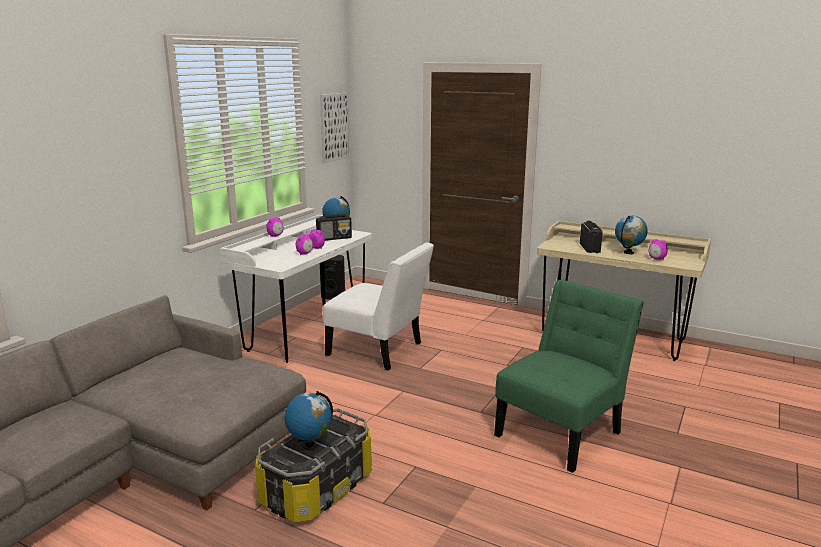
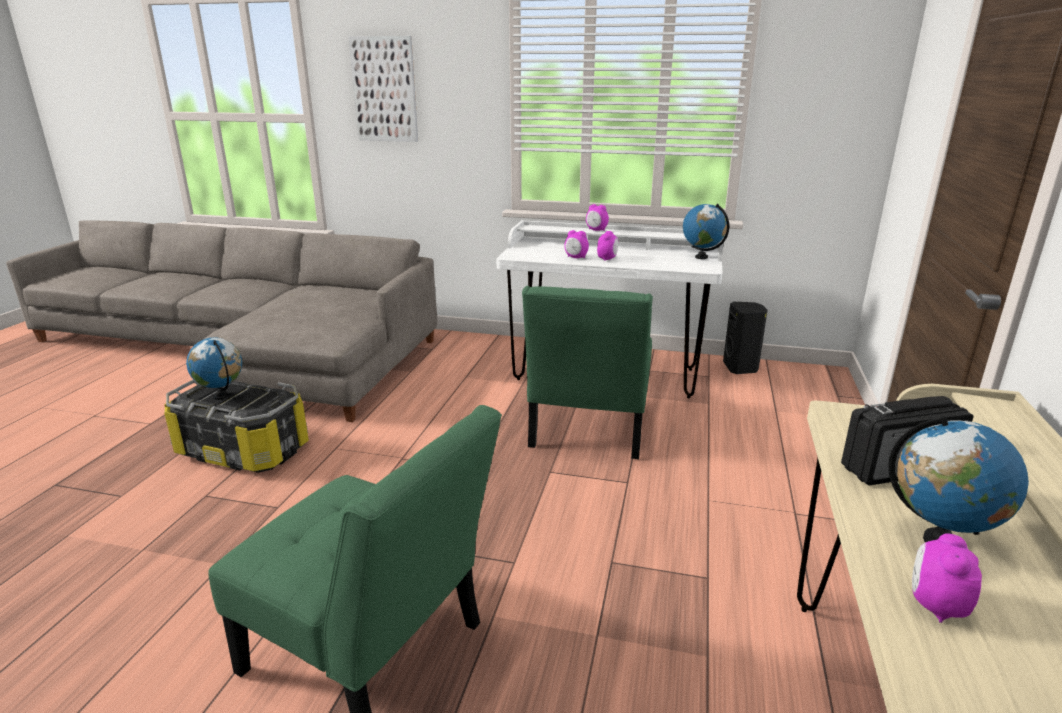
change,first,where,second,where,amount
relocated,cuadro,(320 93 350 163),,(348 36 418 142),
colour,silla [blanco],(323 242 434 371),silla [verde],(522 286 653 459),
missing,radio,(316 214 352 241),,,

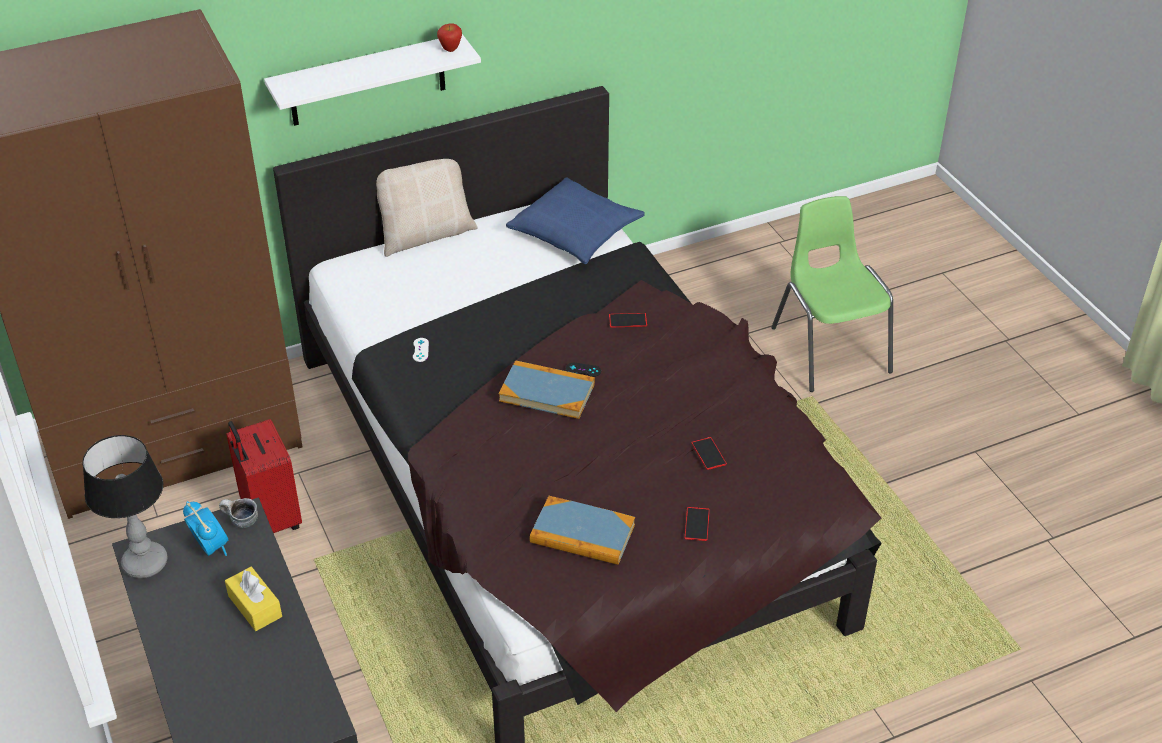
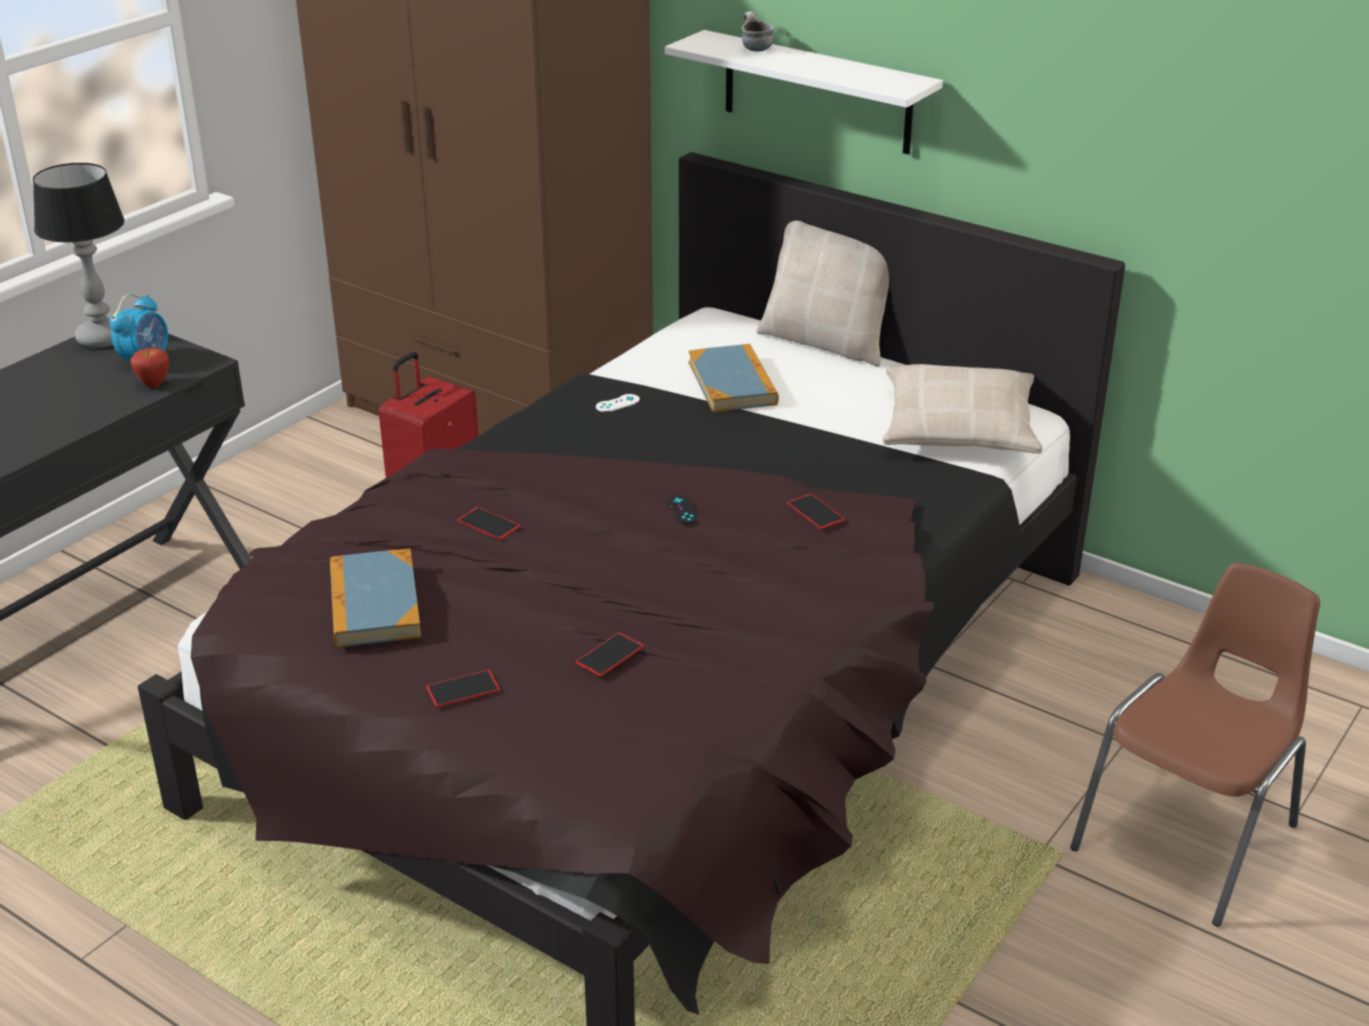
change,first,where,second,where,amount
relocated,manzana,(437 23 462 52),,(130 348 170 388),
appeared,,,móvil,(457 507 520 540),
relocated,libro,(499 360 595 419),,(688 344 779 412),
relocated,taza grande,(219 498 258 528),,(741 11 774 52),
colour,cojín [azul],(506 178 645 264),cojín [beis],(883 364 1042 454),
colour,silla [verde],(771 196 893 392),silla [marrón],(1070 563 1320 927),
missing,caja de pañuelos [amarillo],(225 567 282 631),,,

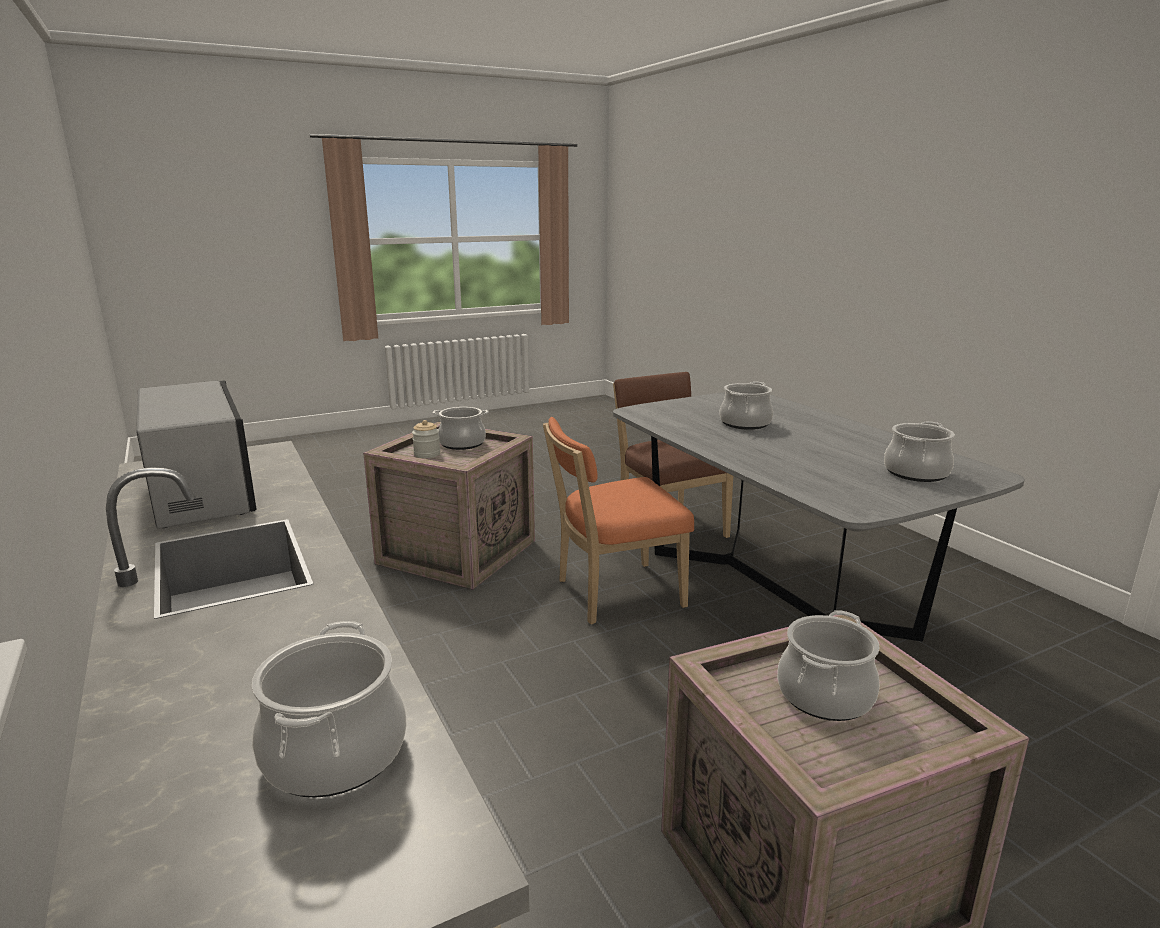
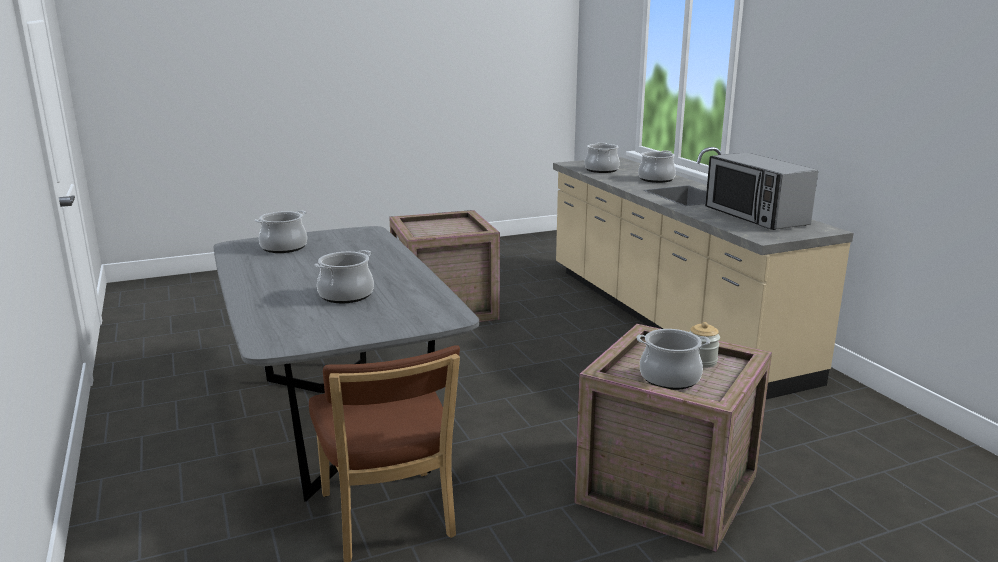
change,first,where,second,where,amount
relocated,olla,(777 610 880 721),,(638 150 676 183),
missing,silla [naranja],(543 417 694 625),,,

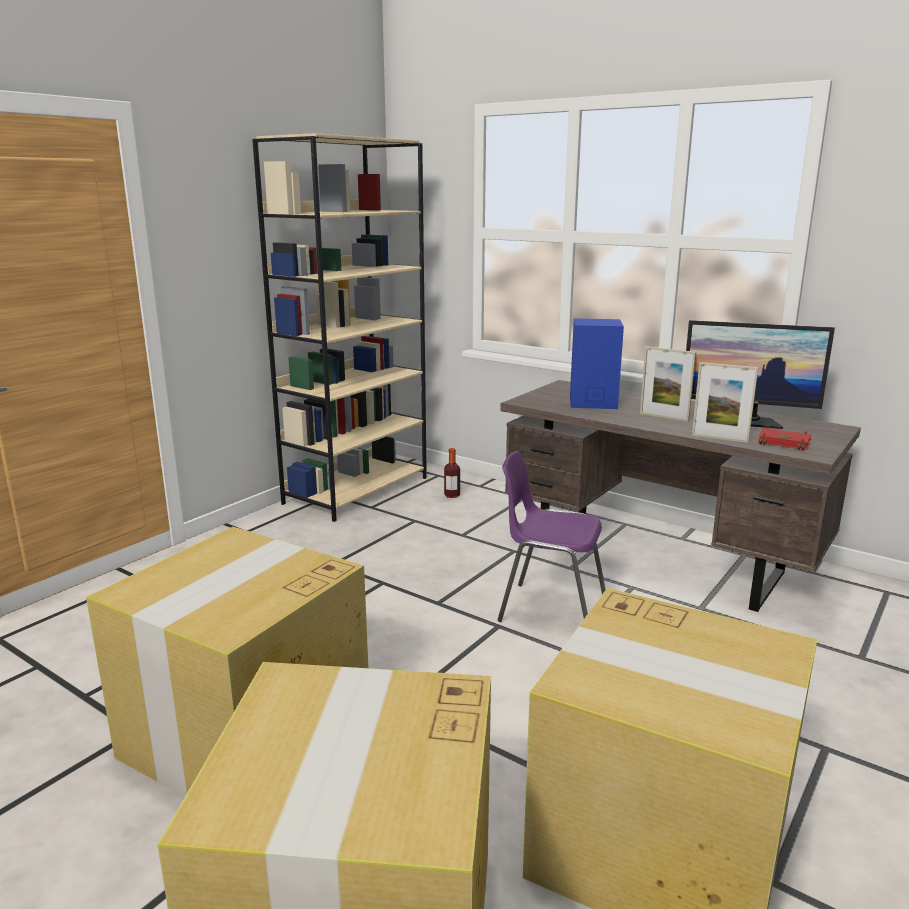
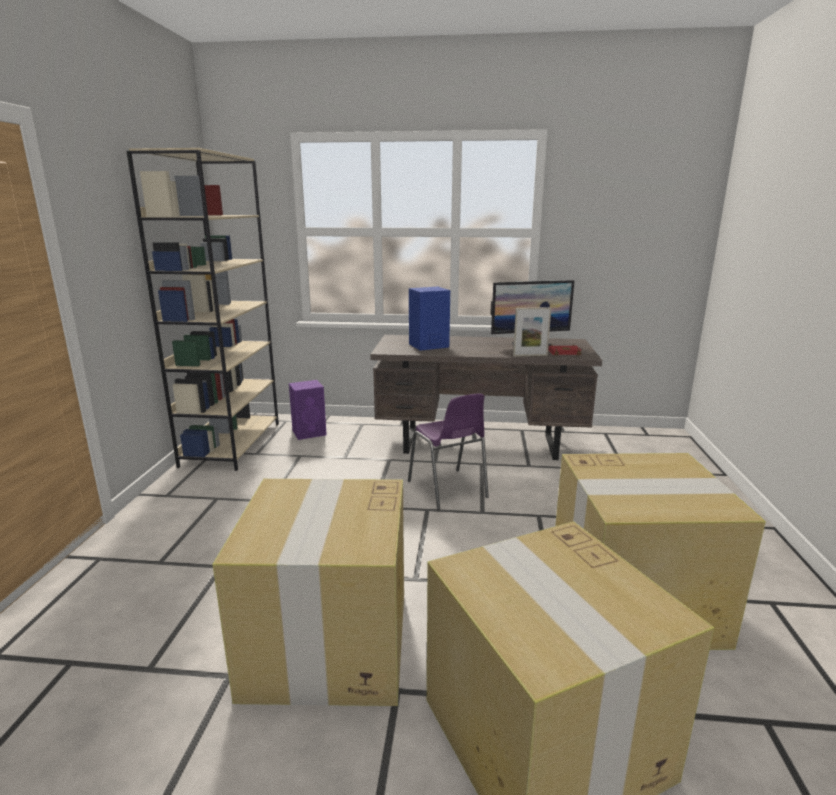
change,first,where,second,where,amount
exchanged,botella,(444 448 460 498),altavoz [morado],(289 380 327 440),
spun,silla [morado],(497 451 606 622),,(408 394 489 510),105 degrees counterclockwise
missing,portarretratos,(640 346 696 422),,,

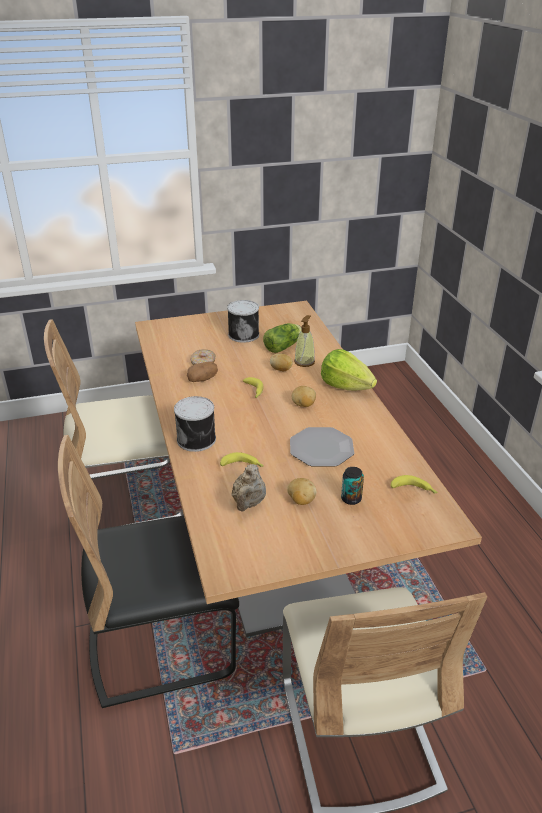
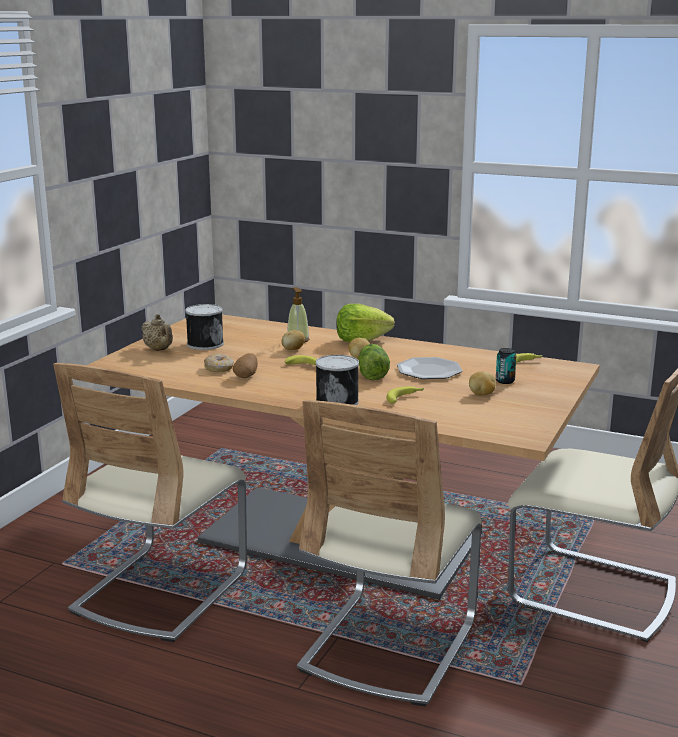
change,first,where,second,where,amount
relocated,tetera [beis],(231 464 266 511),,(142 314 173 351),
colour,silla [negro],(58 435 239 708),silla [beis],(297 400 482 707),
relocated,lechuga,(263 323 301 353),,(358 344 390 380),

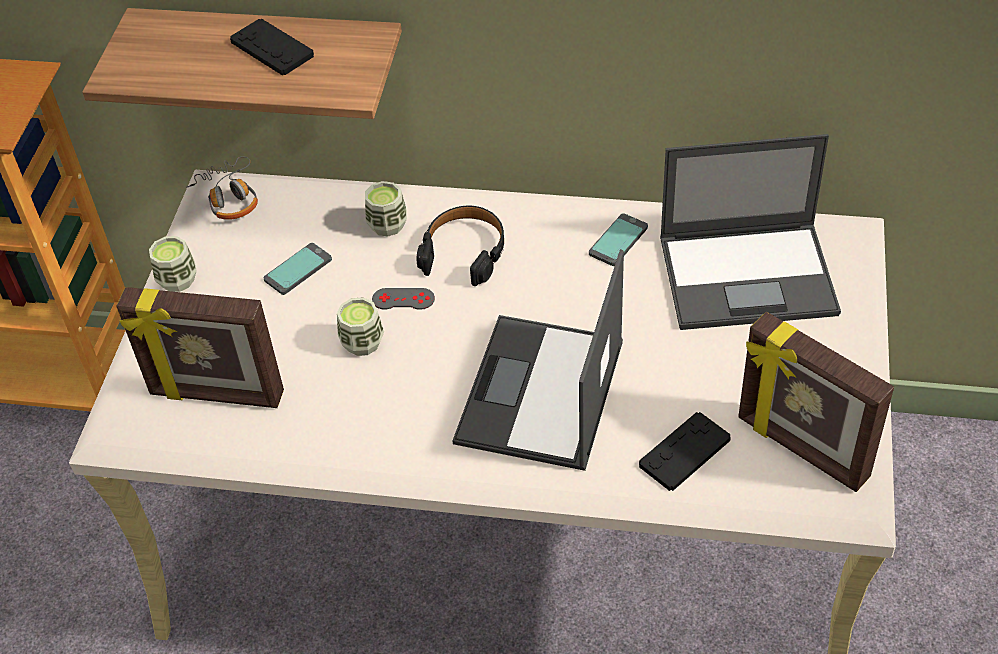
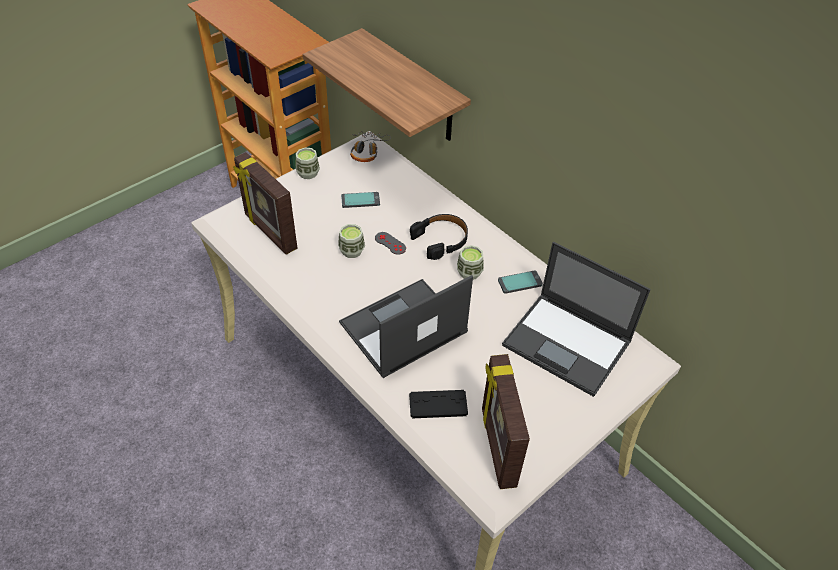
change,first,where,second,where,amount
relocated,taza,(365 181 407 237),,(457 245 484 280),
missing,mando de consola [negro],(230 19 314 75),,,

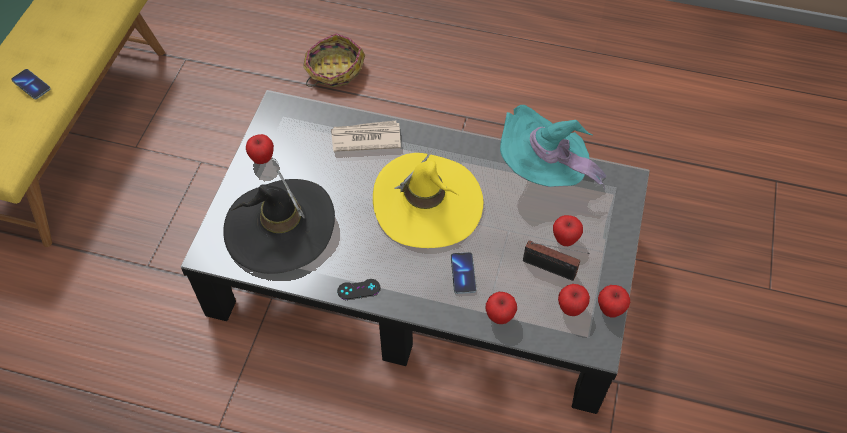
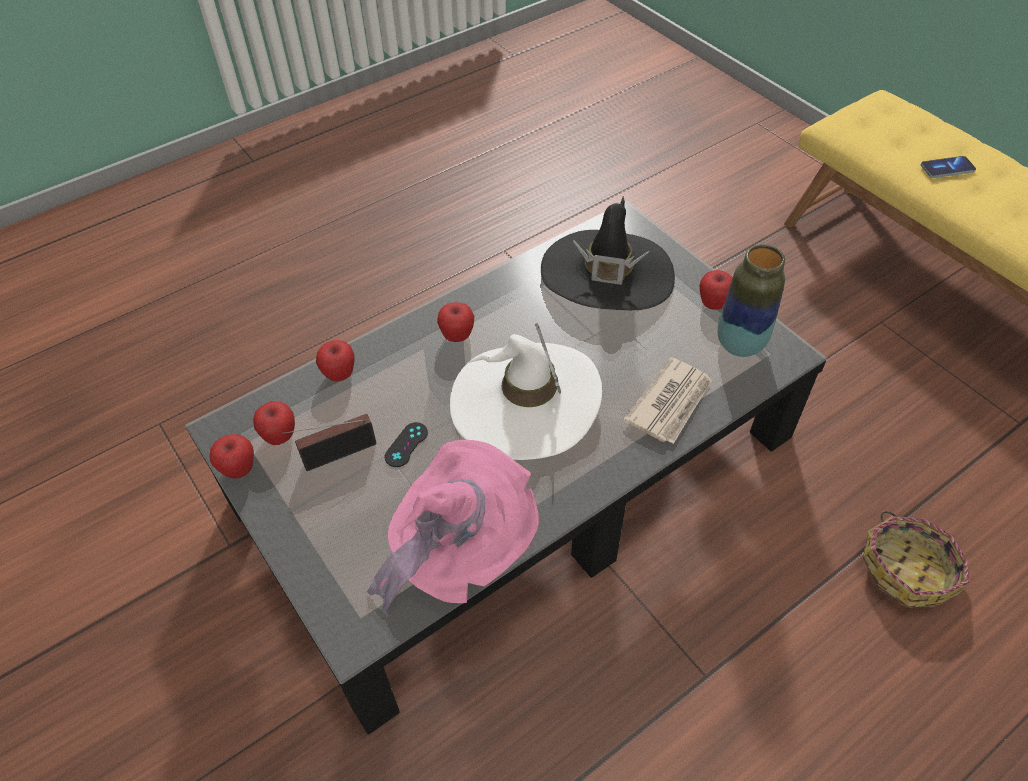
change,first,where,second,where,amount
colour,sombrero [turquesa],(500 105 606 190),sombrero [rosa],(367 440 539 614),
relocated,mando de consola [negro],(337 279 380 300),,(384 422 428 467),
relocated,manzana,(553 215 583 246),,(437 302 474 342),
colour,sombrero [amarillo],(373 149 483 248),sombrero [blanco],(450 323 602 460),
appeared,,,florero,(717 244 785 357),
missing,móvil,(451 252 477 294),,,

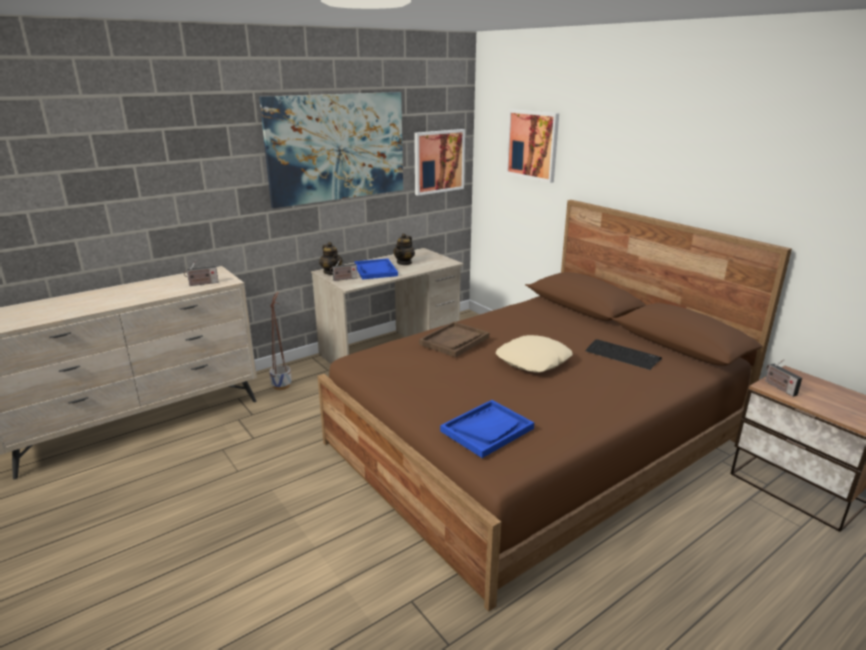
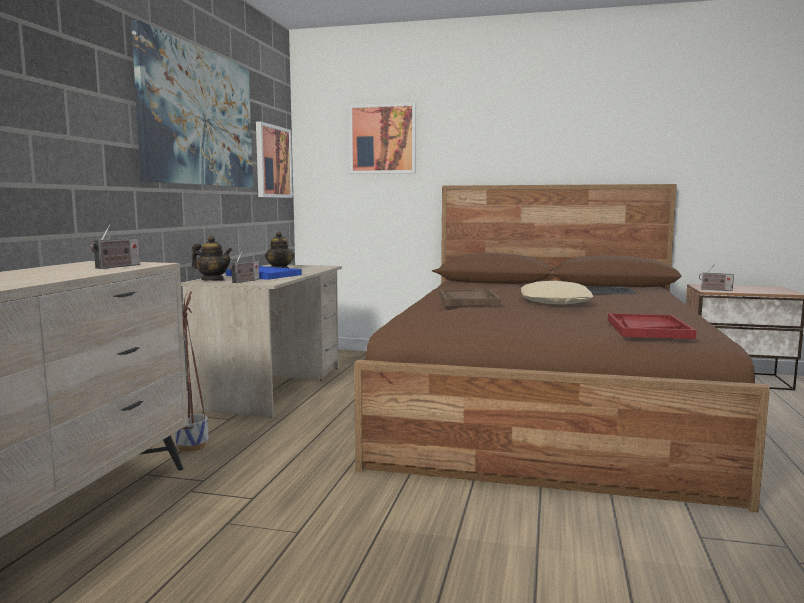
change,first,where,second,where,amount
colour,bandeja [azul],(440 400 534 458),bandeja [rojo],(608 313 697 339),

